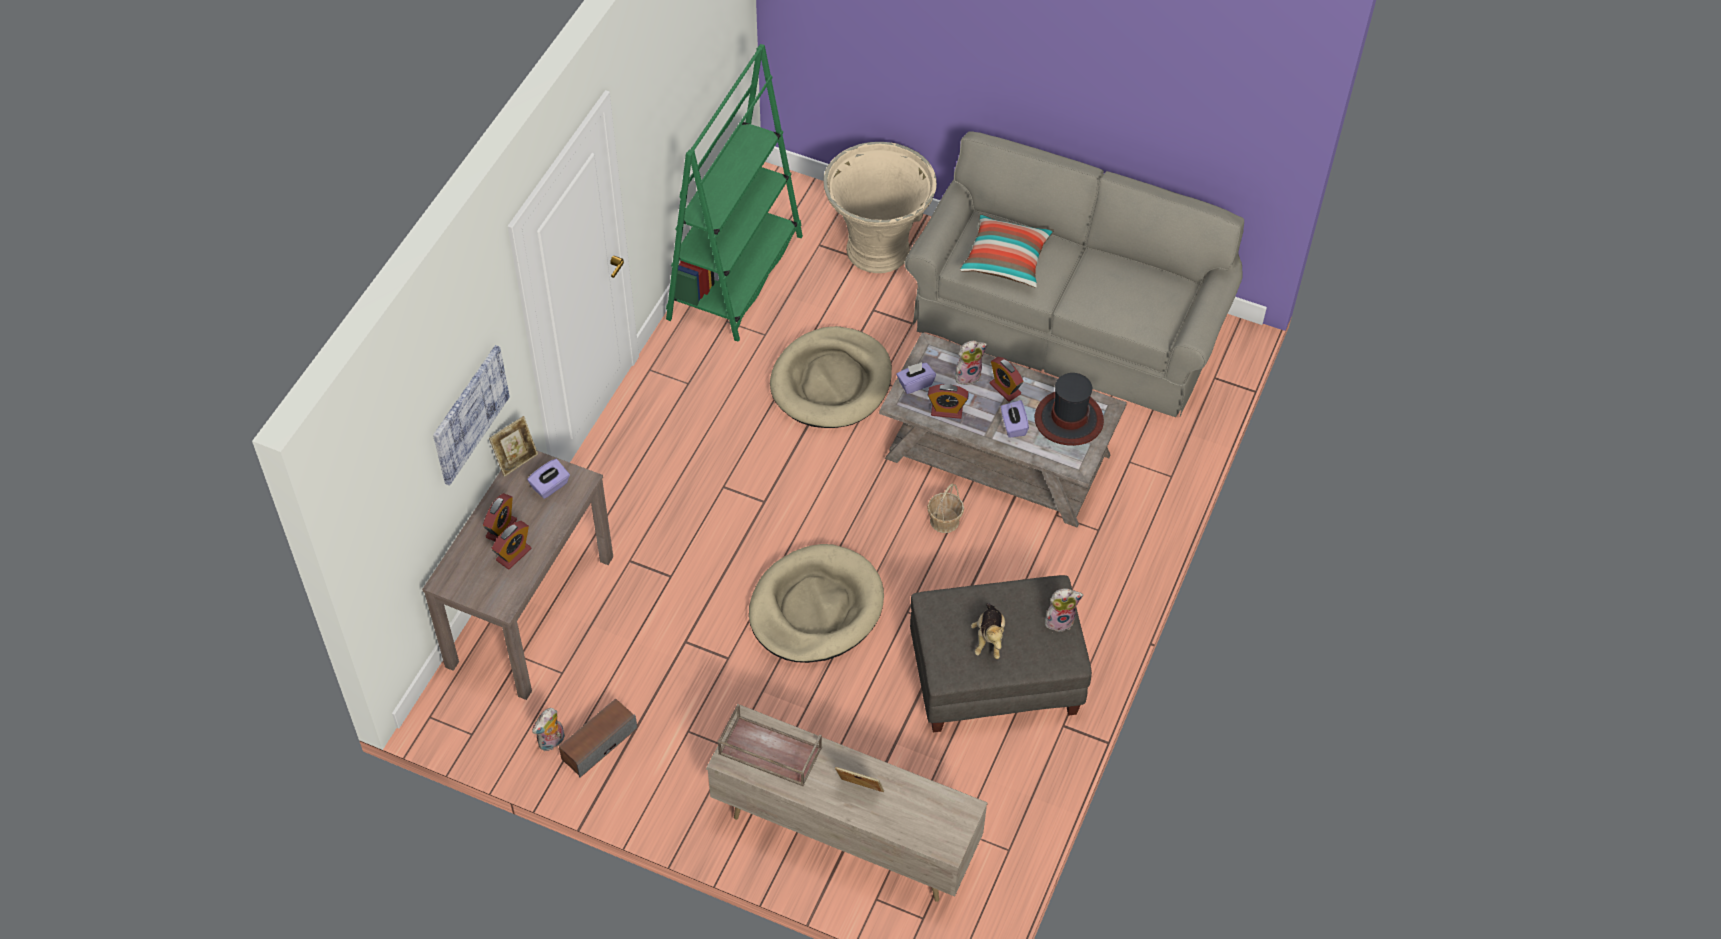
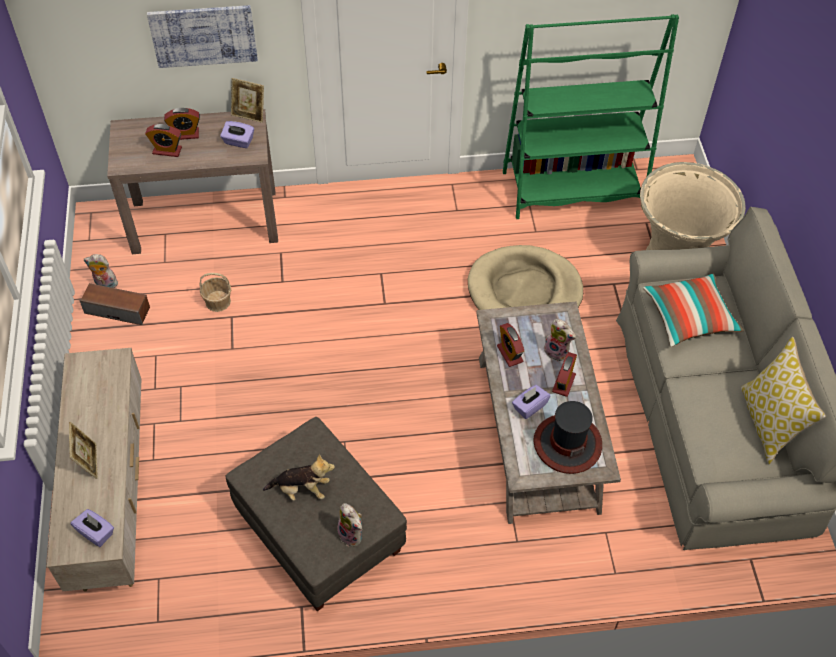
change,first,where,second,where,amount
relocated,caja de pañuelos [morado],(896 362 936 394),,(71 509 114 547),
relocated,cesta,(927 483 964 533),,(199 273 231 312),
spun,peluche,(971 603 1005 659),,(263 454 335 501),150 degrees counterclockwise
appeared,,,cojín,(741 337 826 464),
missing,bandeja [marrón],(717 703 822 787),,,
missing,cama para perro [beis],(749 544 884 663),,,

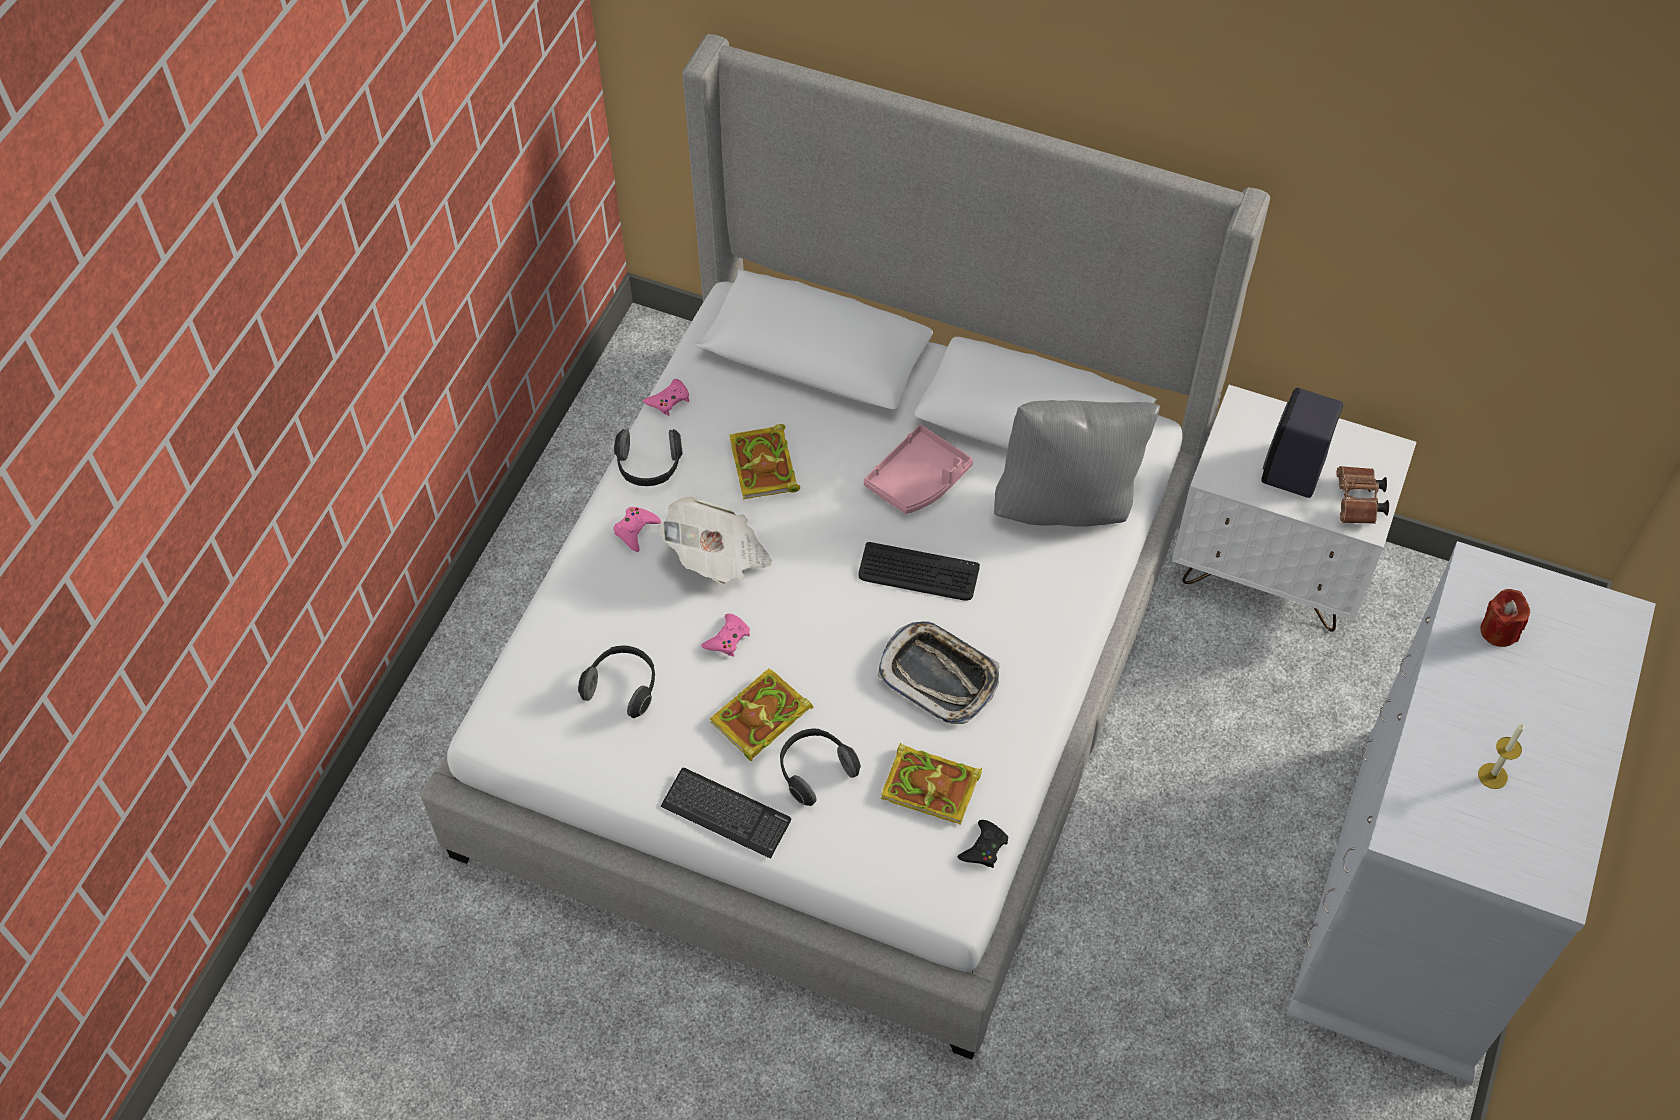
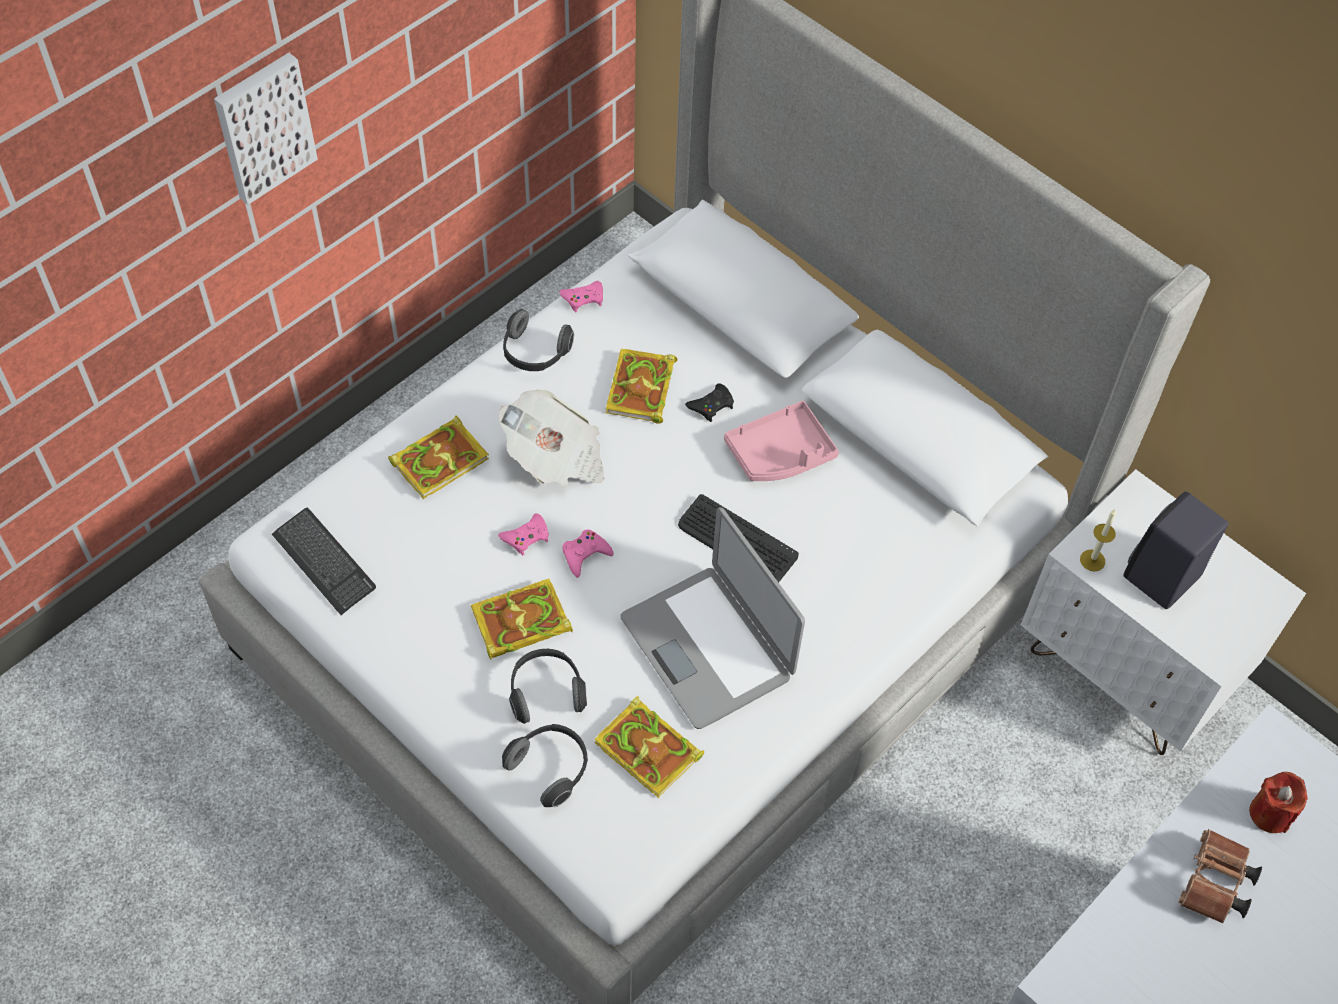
change,first,where,second,where,amount
appeared,,,cuadro,(214 53 318 205),
relocated,teclado,(661 768 791 859),,(272 508 376 615),
appeared,,,libro,(388 416 489 499),
relocated,auriculares,(578 645 655 718),,(502 724 588 807),
relocated,mando de consola [rosa],(613 507 661 552),,(562 529 614 578),
exchanged,bandeja,(877 621 999 724),portátil,(621 507 805 729),
relocated,mando de consola [negro],(957 820 1008 868),,(685 383 734 422),
relocated,vela,(1478 723 1524 789),,(1080 509 1116 571),
relocated,prismáticos [marrón],(1336 466 1389 524),,(1179 829 1262 923),
missing,cojín [gris],(994 400 1160 527),,,

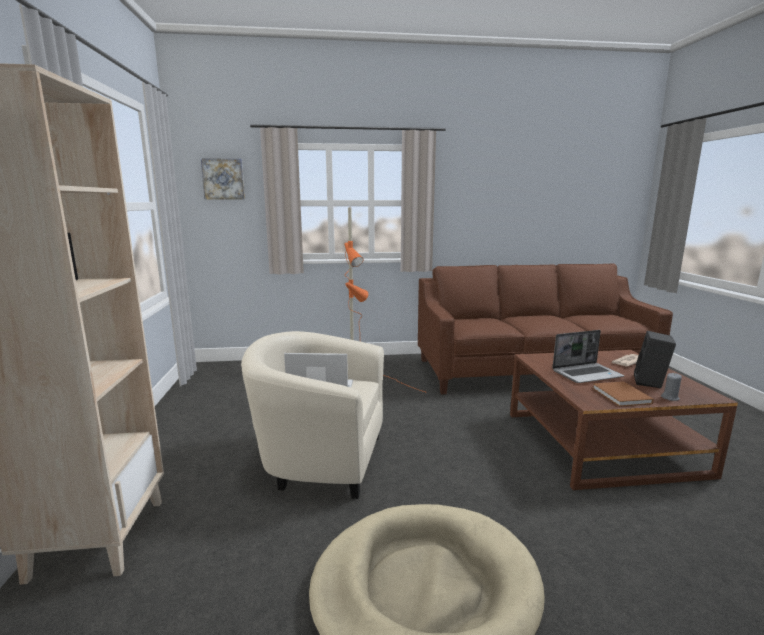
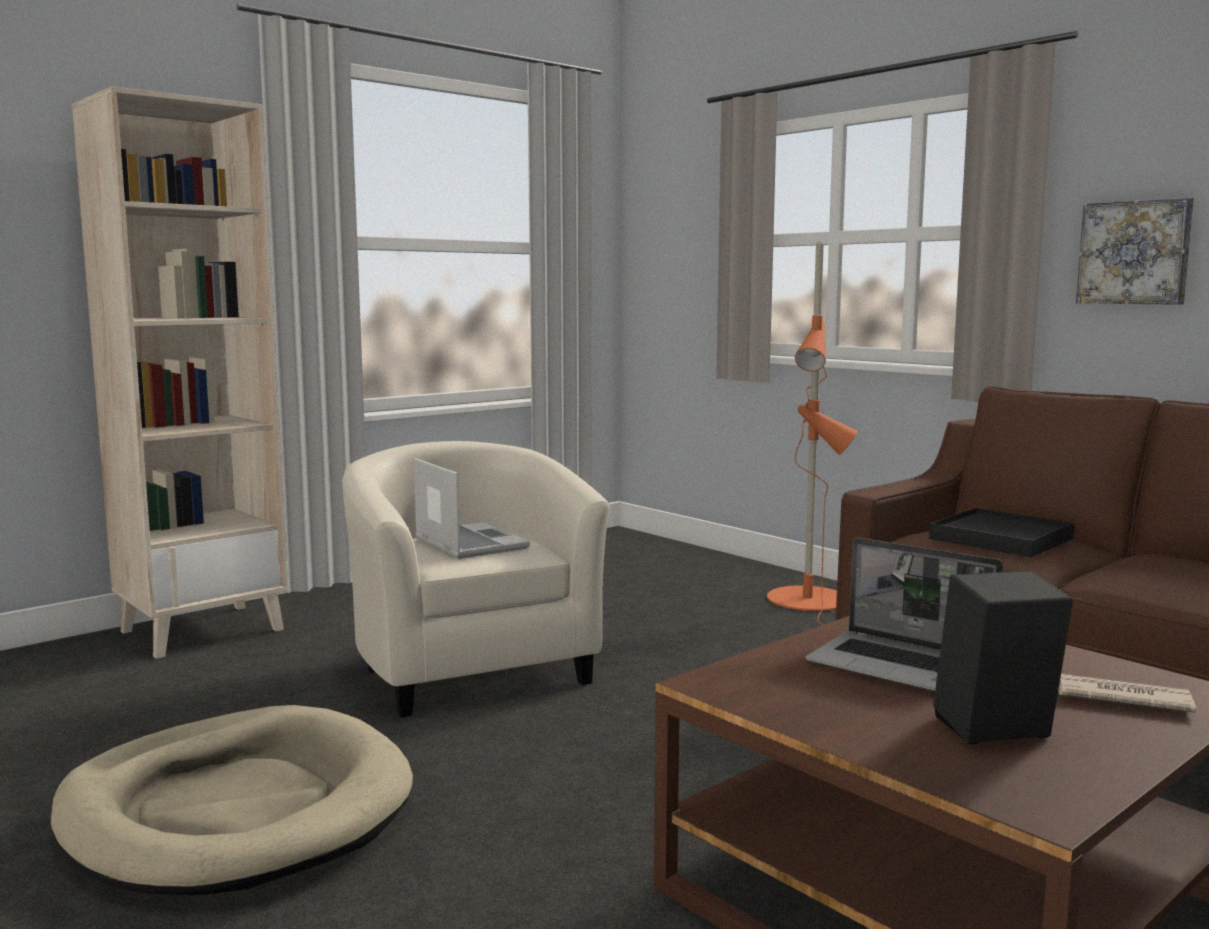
change,first,where,second,where,amount
appeared,,,bandeja [negro],(929 508 1075 557),
relocated,cuadro,(201 158 245 199),,(1076 197 1194 305),
missing,libro [marrón],(593 382 654 406),,,
missing,vela [gris],(661 373 682 401),,,

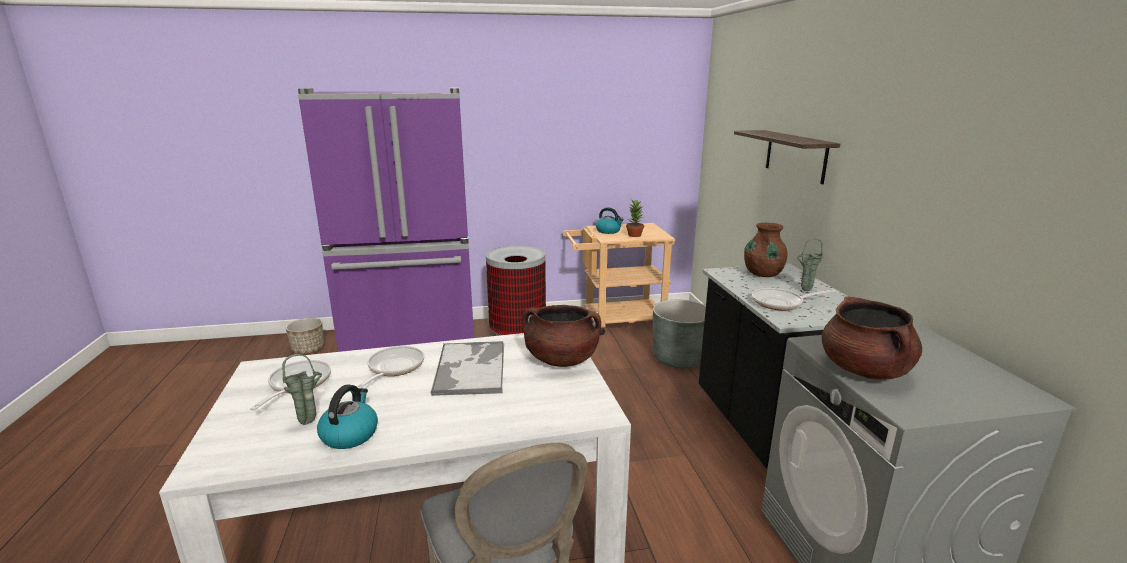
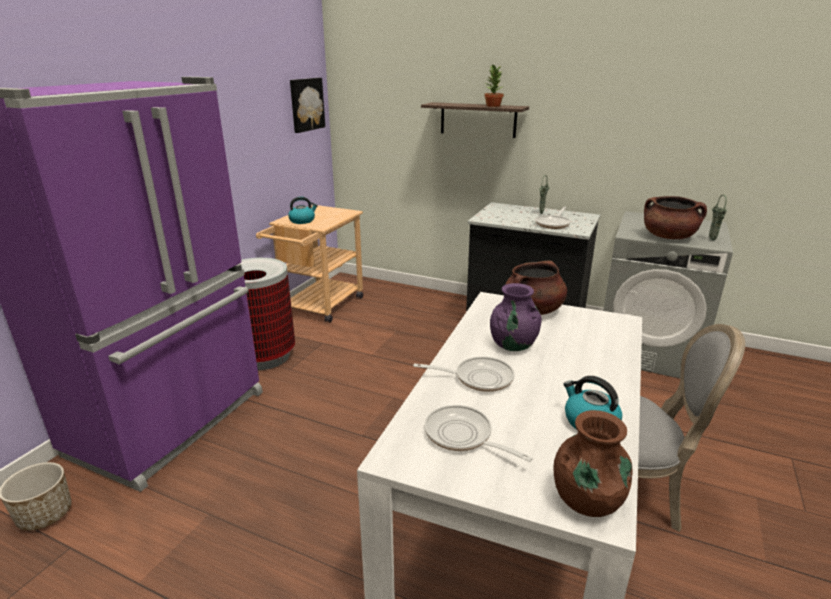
change,first,where,second,where,amount
appeared,,,cuadro,(290 78 325 133),
spun,sartén,(357 346 424 388),,(413 357 514 392),135 degrees clockwise
relocated,planta en maceta,(626 199 644 237),,(484 64 504 107),
exchanged,bandeja,(430 341 504 396),florero [morado],(490 283 542 351),
relocated,florero [marrón],(744 223 788 277),,(554 410 633 517),
relocated,florero [verde],(282 354 322 425),,(709 194 727 241),
missing,maceta [gris],(653 300 706 368),,,

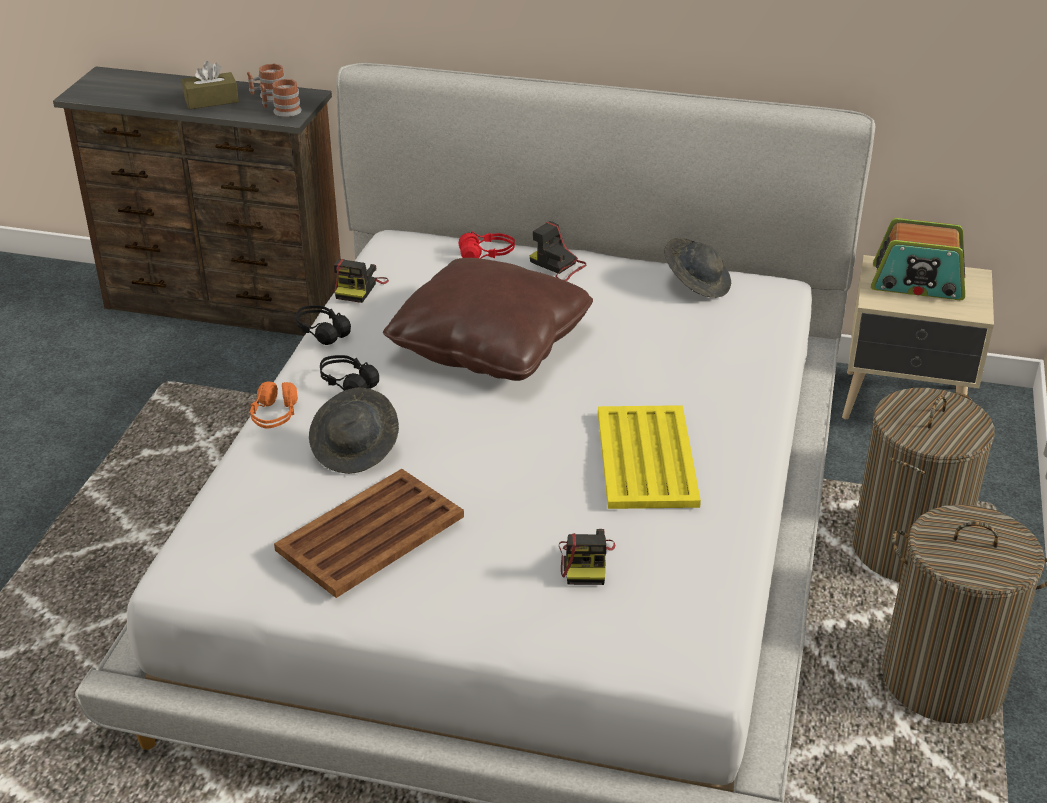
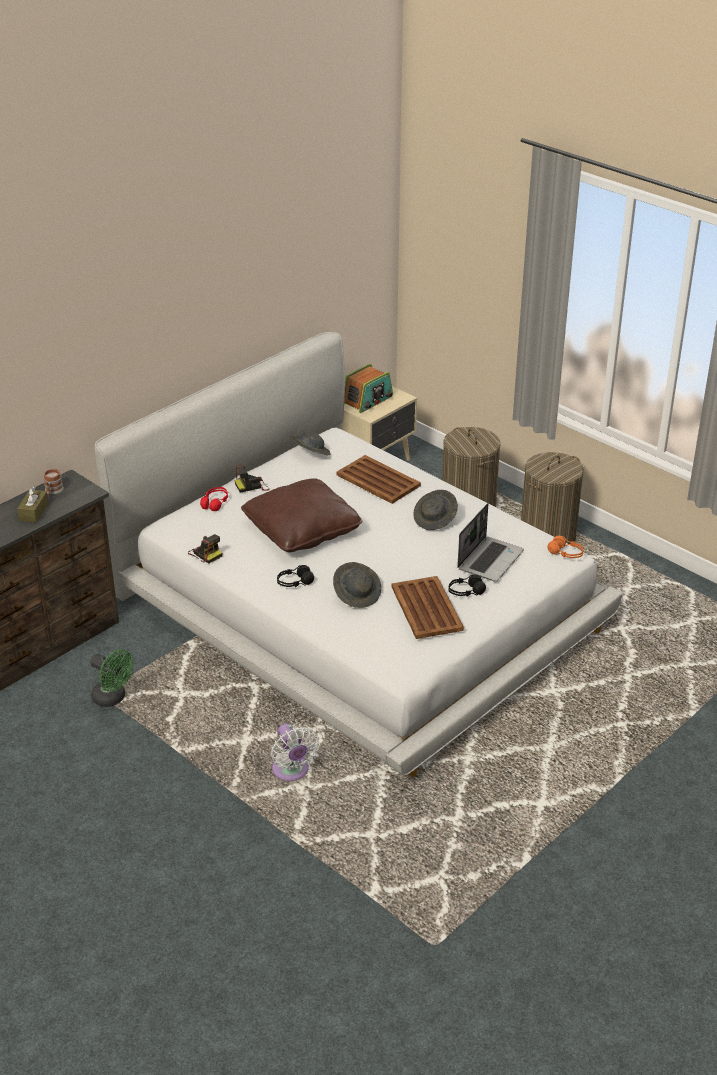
change,first,where,second,where,amount
appeared,,,ventilador [verde],(90 649 133 707),
appeared,,,ventilador [blanco],(271 723 319 781),
appeared,,,bandeja [marrón],(336 455 421 504),
exchanged,bandeja [amarillo],(598 405 701 509),sombrero [gris],(413 490 458 530),
relocated,auriculares [negro],(296 305 351 345),,(448 574 486 597),
exchanged,cámara,(559 529 615 585),portátil,(457 503 524 582),
relocated,auriculares [naranja],(250 382 298 429),,(547 536 584 558),
missing,taza grande,(260 79 302 117),,,

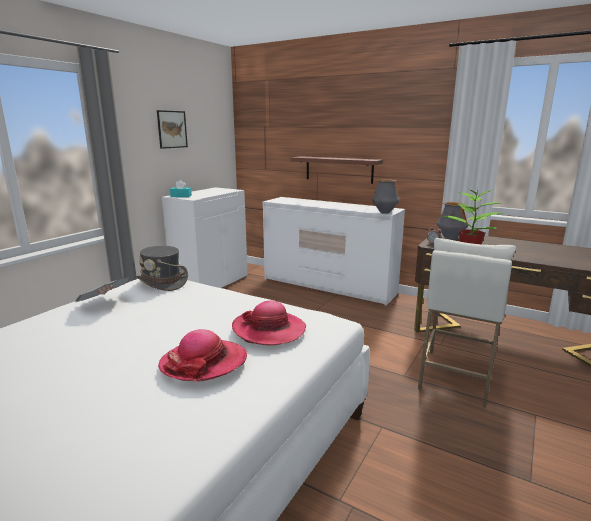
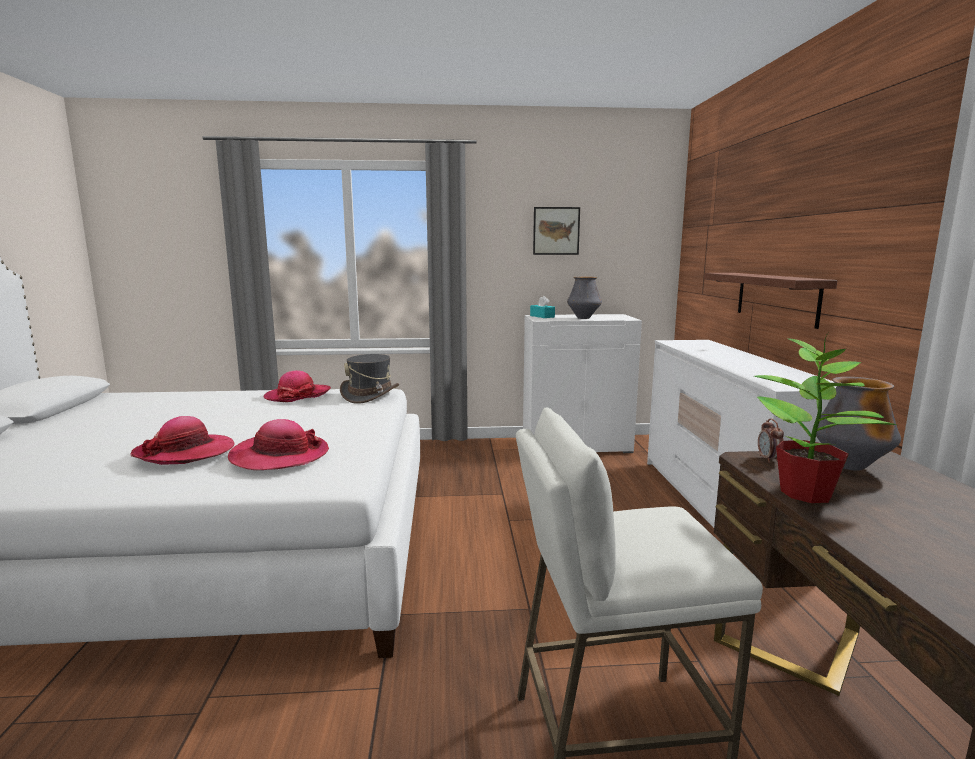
change,first,where,second,where,amount
exchanged,periódico,(75 278 129 302),sombrero,(263 370 331 402),
relocated,florero,(372 179 399 214),,(567 277 602 319),

